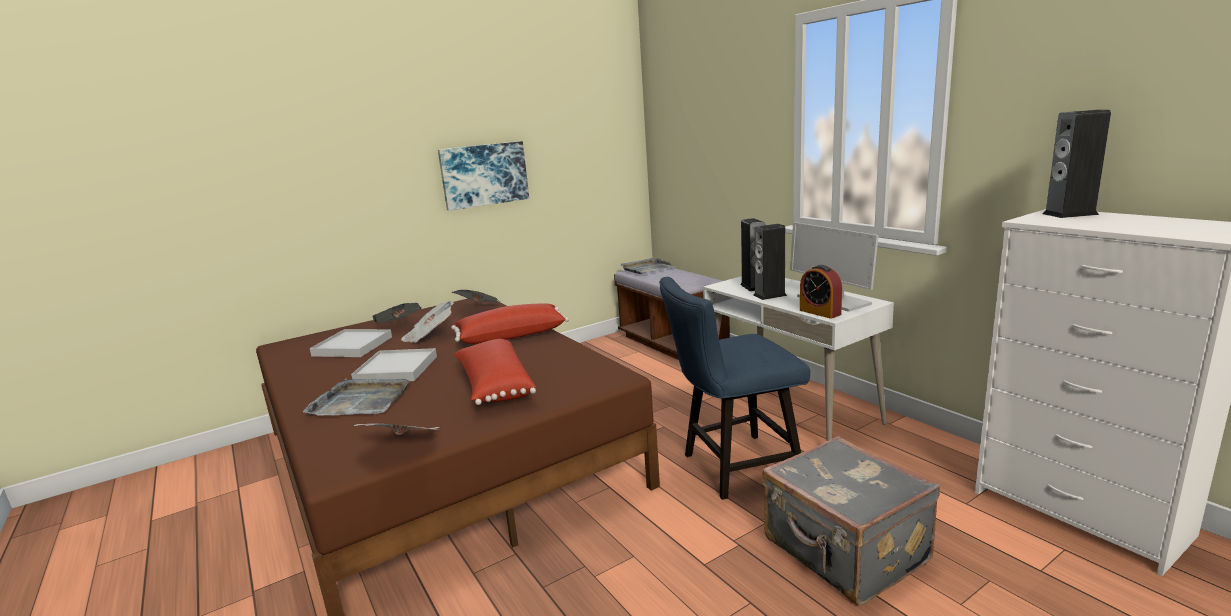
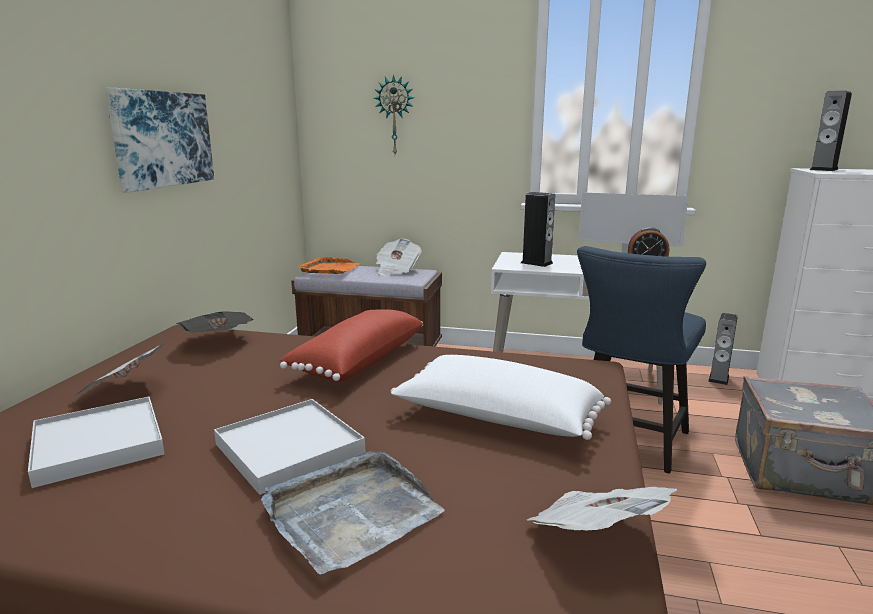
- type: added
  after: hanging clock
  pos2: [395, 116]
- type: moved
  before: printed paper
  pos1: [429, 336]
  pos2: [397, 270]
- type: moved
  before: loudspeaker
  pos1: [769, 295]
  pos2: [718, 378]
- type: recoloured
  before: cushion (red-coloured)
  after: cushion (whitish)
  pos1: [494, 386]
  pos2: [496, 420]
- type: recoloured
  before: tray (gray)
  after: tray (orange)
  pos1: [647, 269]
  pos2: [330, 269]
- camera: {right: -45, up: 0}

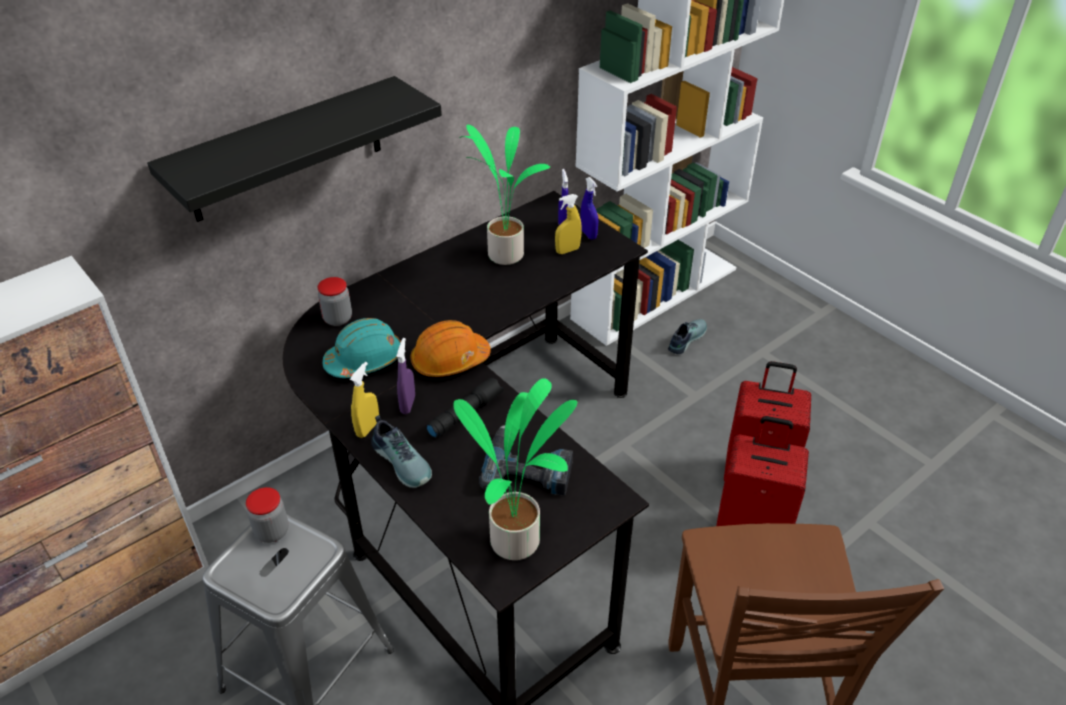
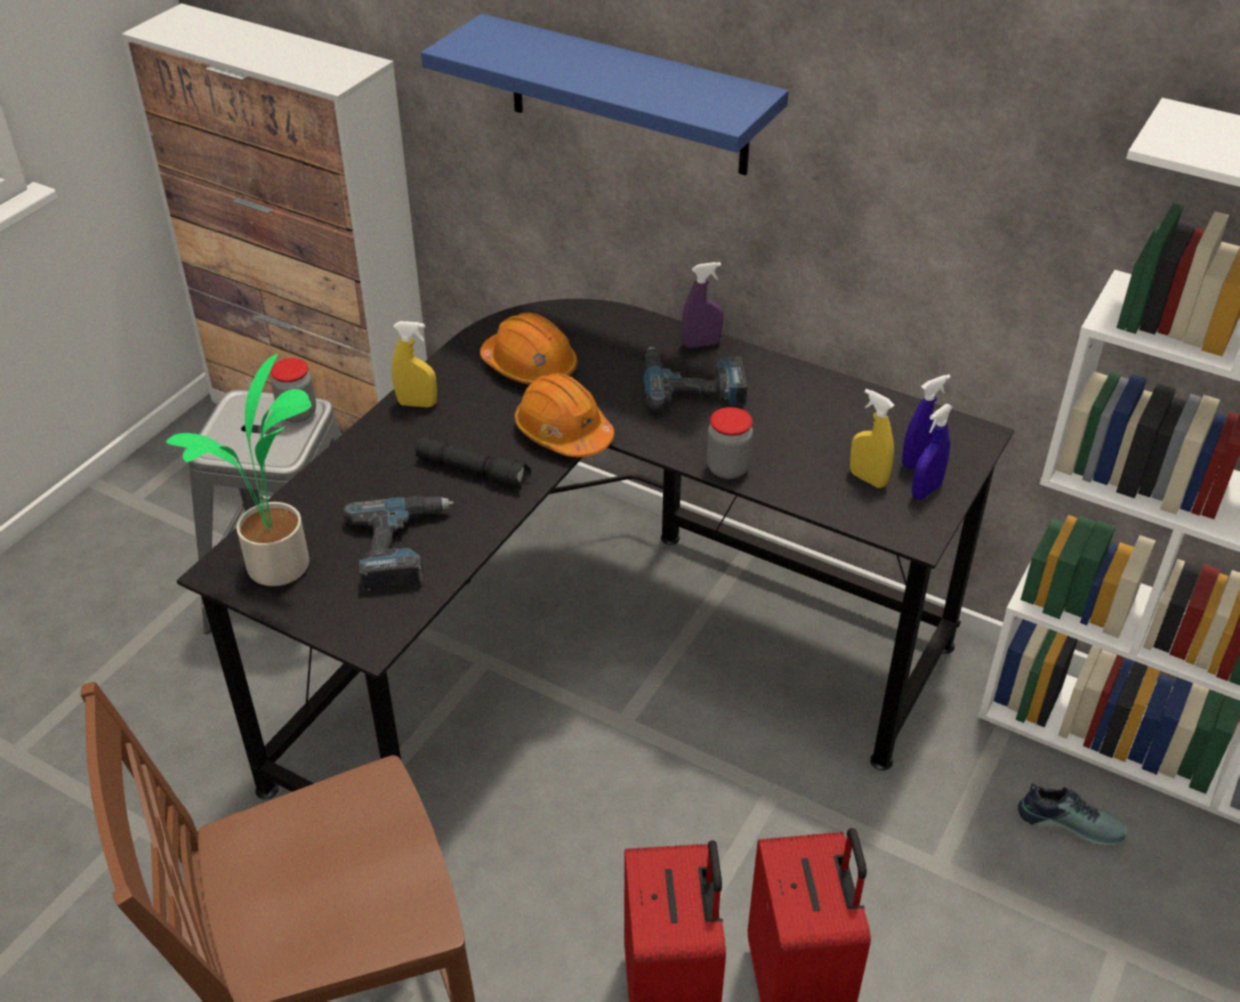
- type: removed
  before: shoe
  pos1: [403, 461]
- type: removed
  before: houseplant
  pos1: [504, 254]
- type: added
  after: electric drill
  pos2: [692, 385]
- type: moved
  before: storage jar
  pos1: [337, 319]
  pos2: [728, 468]
- type: moved
  before: spray bottle (purple-coloured)
  pos1: [408, 404]
  pos2: [701, 344]
- type: recoloured
  before: shelf (black-coloured)
  after: shelf (blue-coloured)
  pos1: [286, 150]
  pos2: [627, 96]
- type: recoloured
  before: safety helmet (blue-green)
  after: safety helmet (orange)
  pos1: [365, 360]
  pos2: [530, 367]
- camera: {right: 70, up: 0}

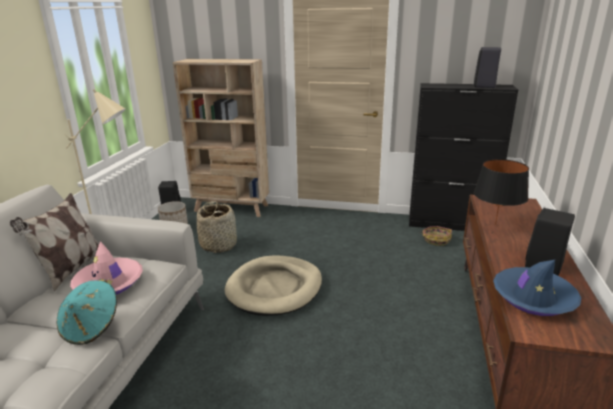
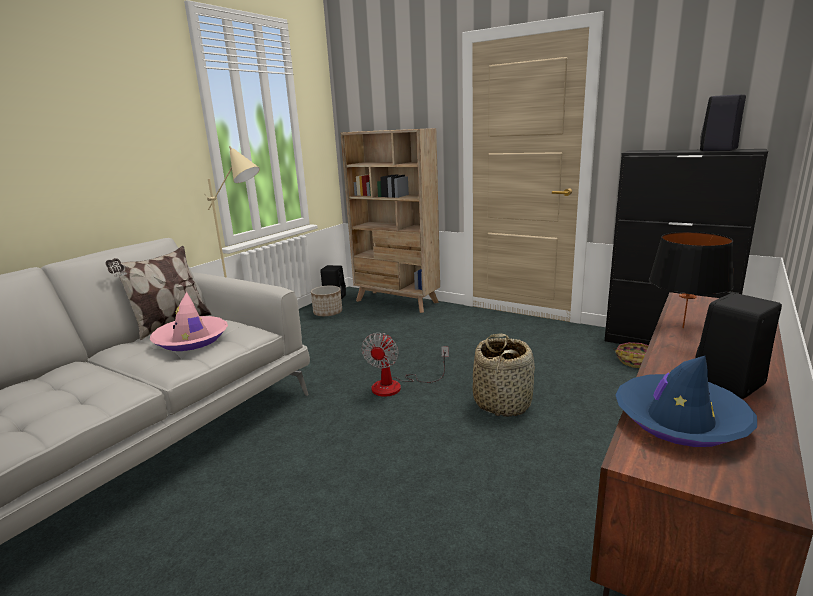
- type: removed
  before: hat (blue-green)
  pos1: [91, 327]
- type: moved
  before: household basket
  pos1: [218, 245]
  pos2: [502, 402]
- type: replaced
  before: pet bed (beige-coloured)
  after: electric fan
  pos1: [275, 288]
  pos2: [397, 386]
- camera: {right: 20, up: -5}

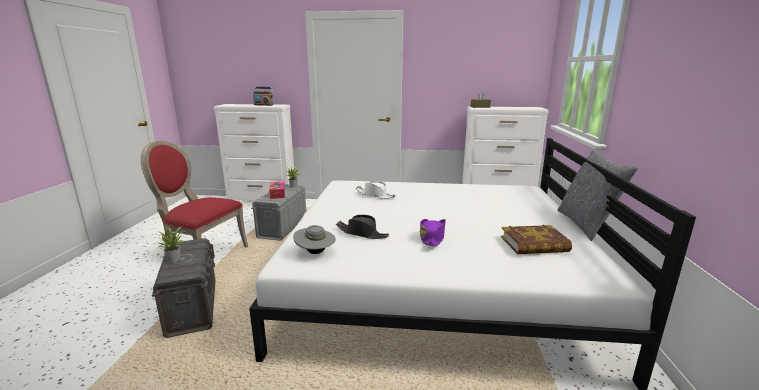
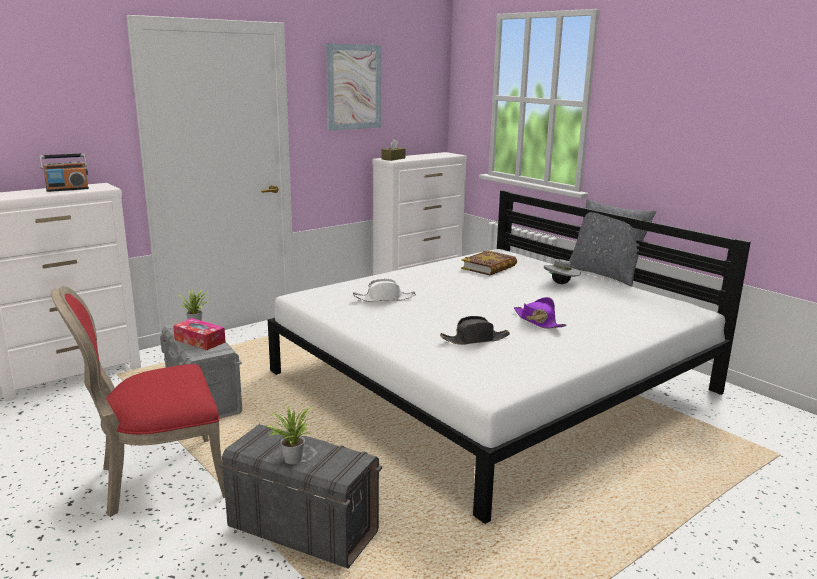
- type: added
  after: picture
  pos2: [354, 87]
- type: moved
  before: hat (gray)
  pos1: [315, 252]
  pos2: [561, 283]
- type: moved
  before: volume
  pos1: [534, 244]
  pos2: [489, 267]
- camera: {right: -45, up: 0}

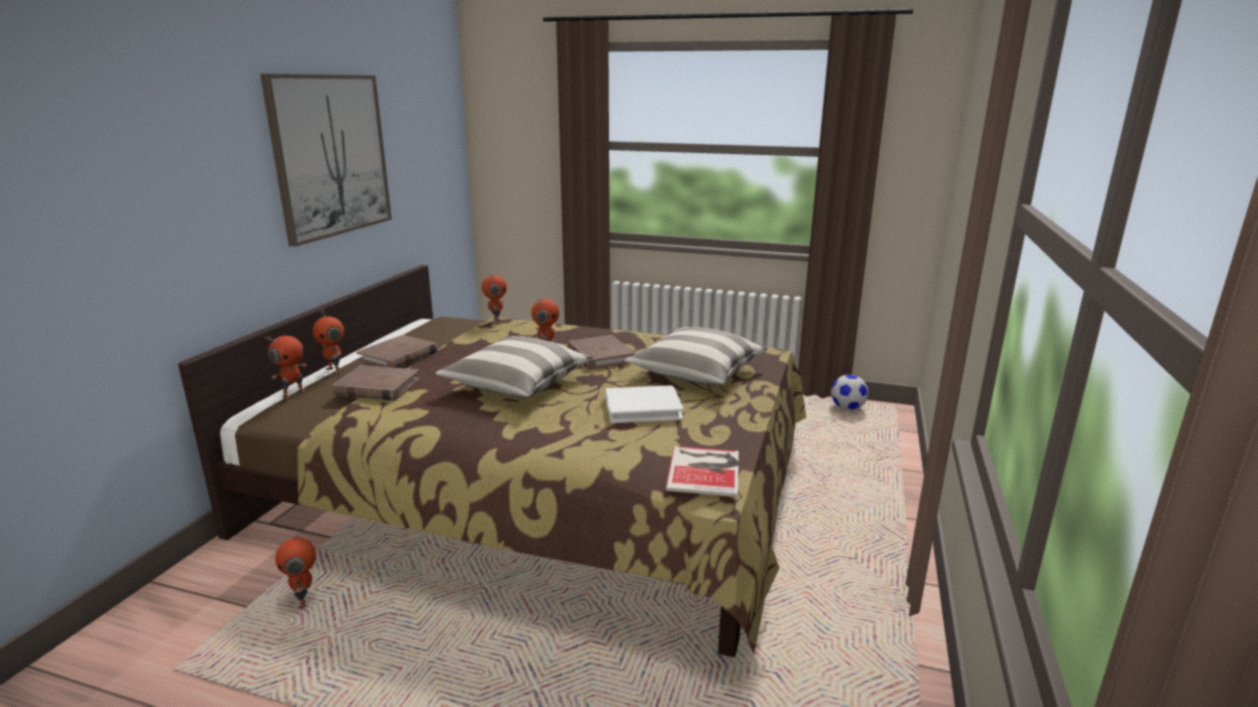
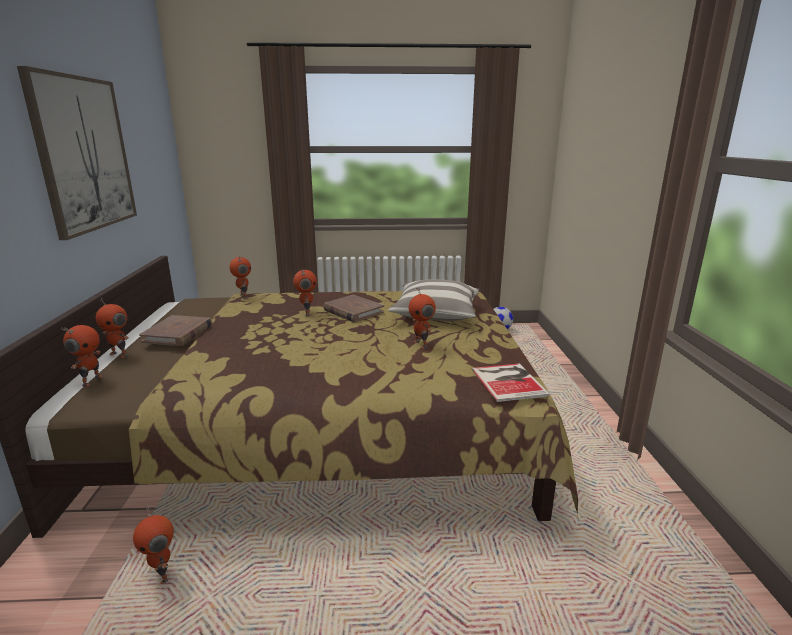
- type: removed
  before: volume (brown-coloured)
  pos1: [377, 387]
- type: removed
  before: cushion
  pos1: [517, 384]
- type: replaced
  before: volume (whitish)
  after: toy robot
  pos1: [642, 408]
  pos2: [421, 344]
- camera: {right: -20, up: 0}

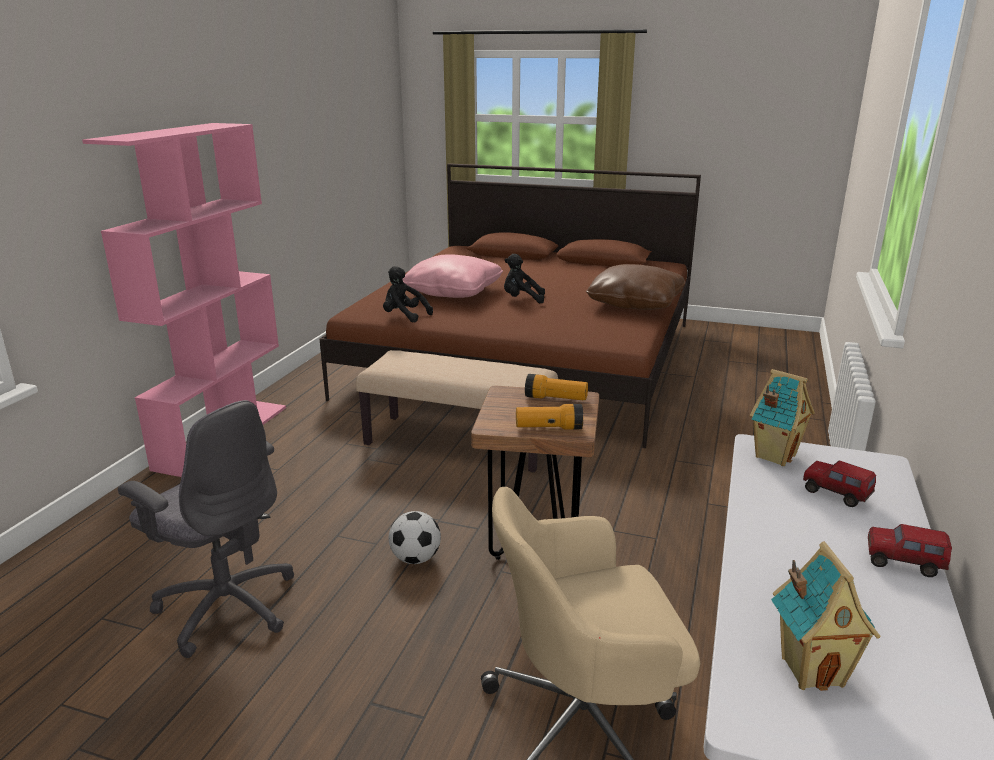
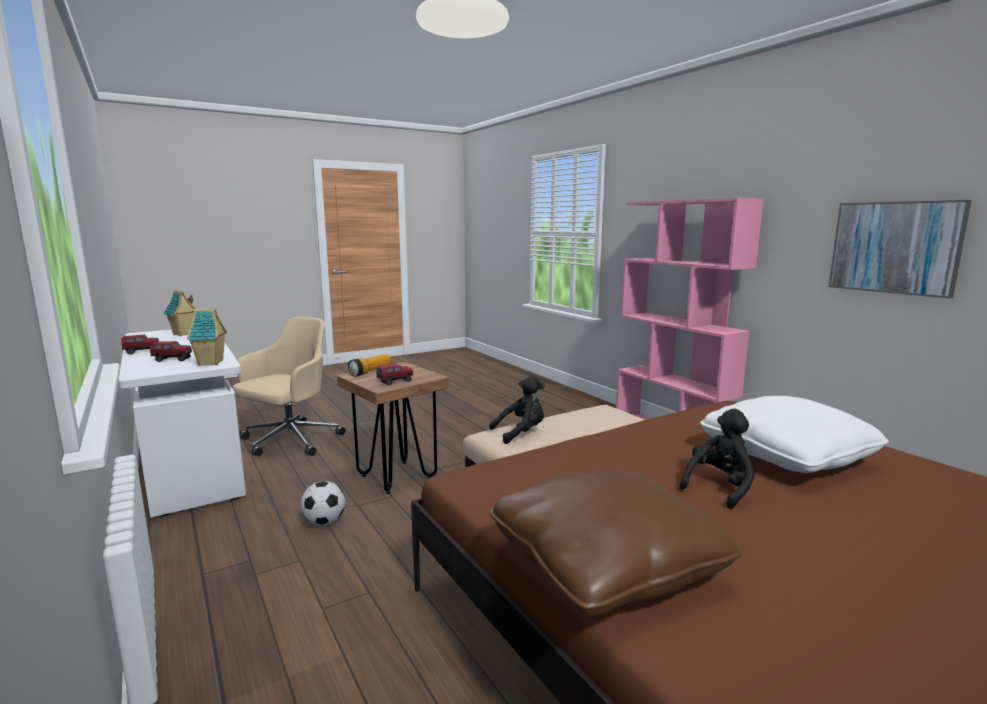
- type: removed
  before: desk chair (gray)
  pos1: [226, 606]
- type: added
  after: picture
  pos2: [894, 247]
- type: moved
  before: soft toy (black-coloured)
  pos1: [404, 316]
  pos2: [521, 433]
- type: moved
  before: football
  pos1: [415, 558]
  pos2: [324, 522]
- type: replaced
  before: flashlight
  after: toy lorry
  pos1: [556, 399]
  pos2: [395, 382]
- type: recoloured
  before: cushion (pink)
  after: cushion (whitish)
  pos1: [453, 292]
  pos2: [786, 456]
- camera: {right: 130, up: -10}

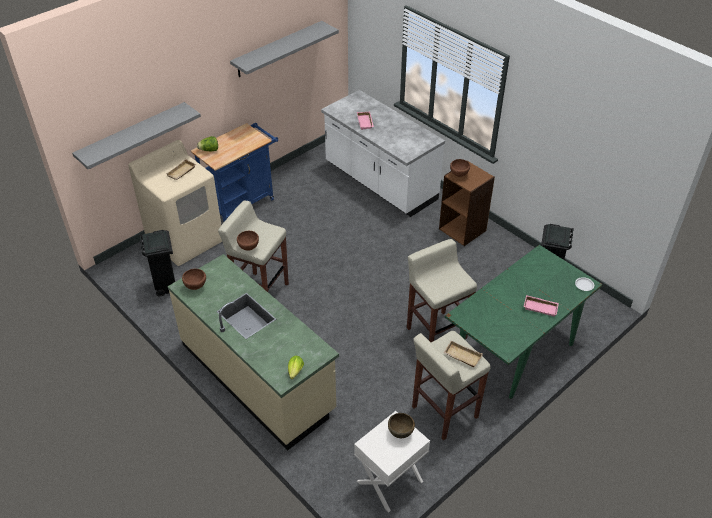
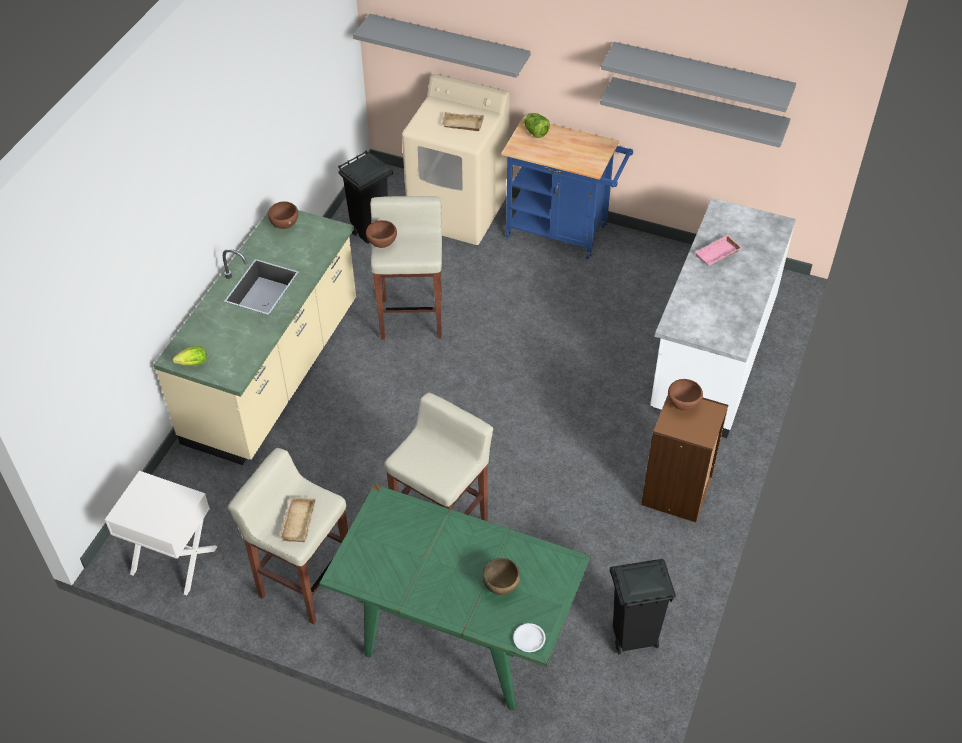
- type: removed
  before: tray (pink)
  pos1: [541, 307]
- type: added
  after: shelf (gray)
  pos2: [698, 110]
- type: moved
  before: bowl (brown-coloured)
  pos1: [401, 433]
  pos2: [501, 587]
- camera: {right: 65, up: 5}

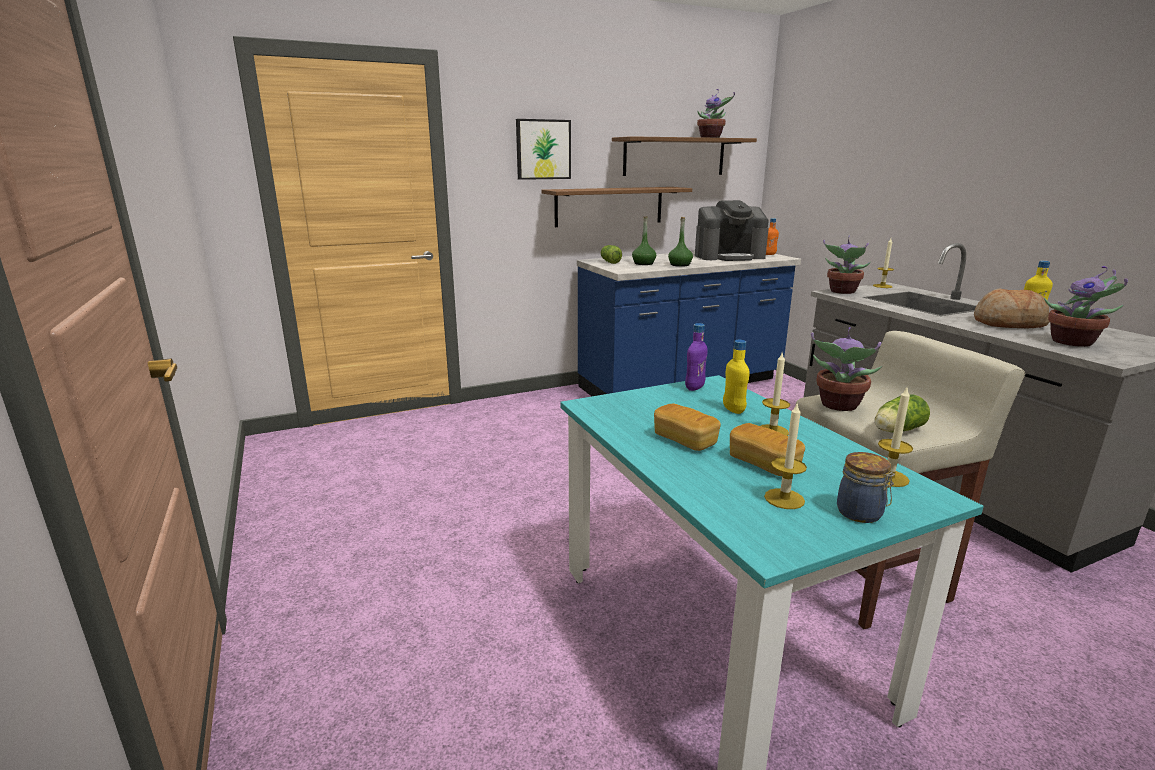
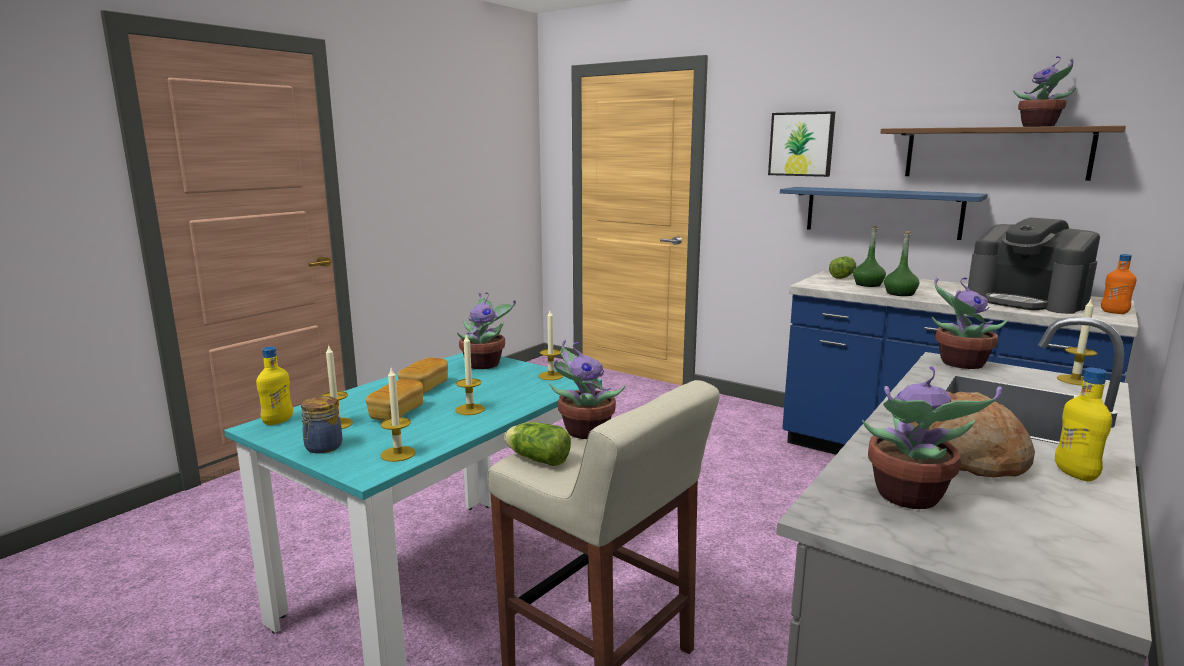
- type: added
  after: houseplant
  pos2: [485, 364]
- type: moved
  before: beverage bottle (yellowish)
  pos1: [733, 410]
  pos2: [278, 421]
- type: replaced
  before: beverage bottle (purple-coloured)
  after: candle
  pos1: [694, 388]
  pos2: [551, 376]
- type: recoloured
  before: shelf (brown-coloured)
  after: shelf (blue-coloured)
  pos1: [609, 206]
  pos2: [882, 212]
- camera: {right: 60, up: -5}

